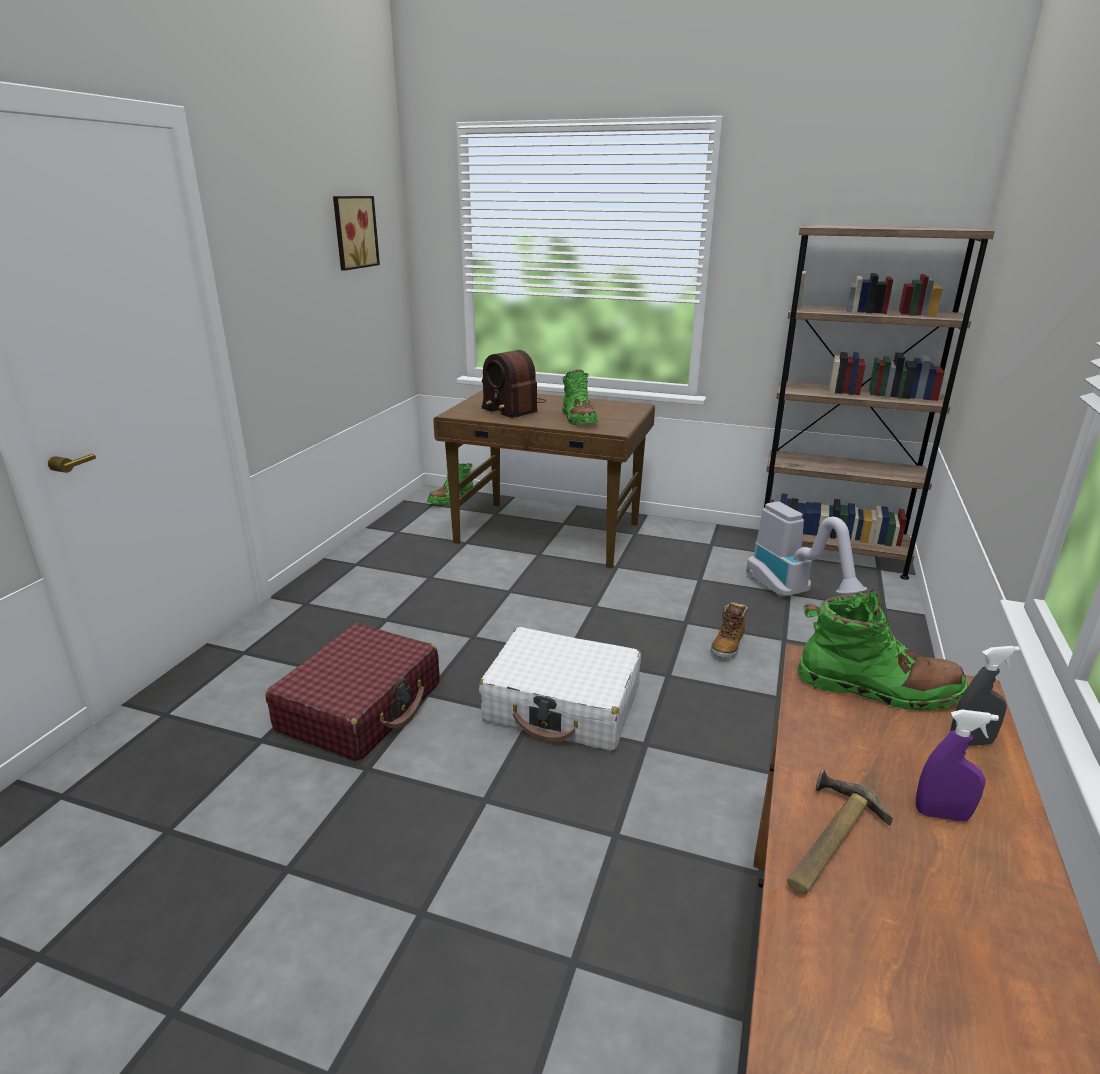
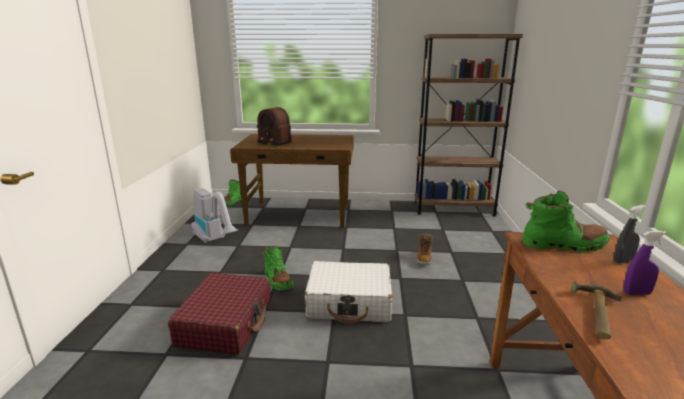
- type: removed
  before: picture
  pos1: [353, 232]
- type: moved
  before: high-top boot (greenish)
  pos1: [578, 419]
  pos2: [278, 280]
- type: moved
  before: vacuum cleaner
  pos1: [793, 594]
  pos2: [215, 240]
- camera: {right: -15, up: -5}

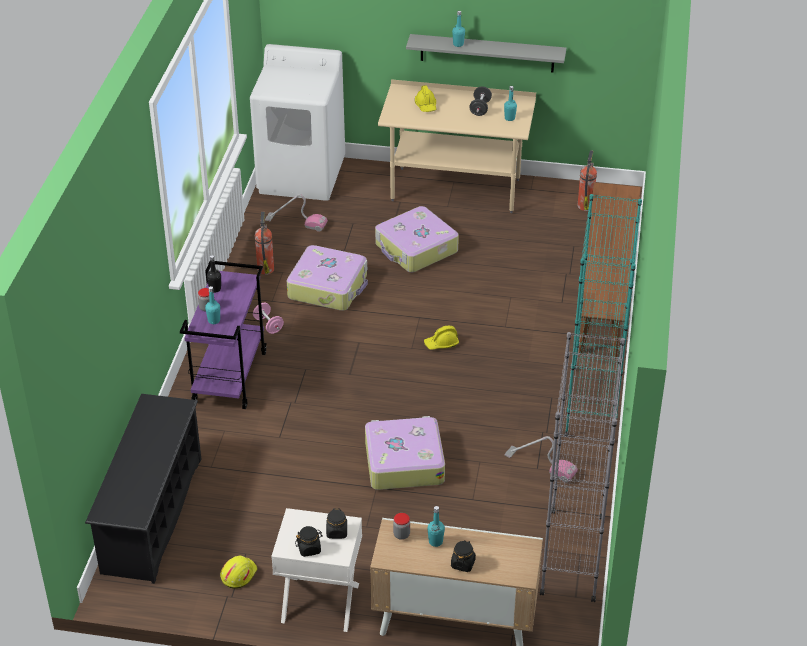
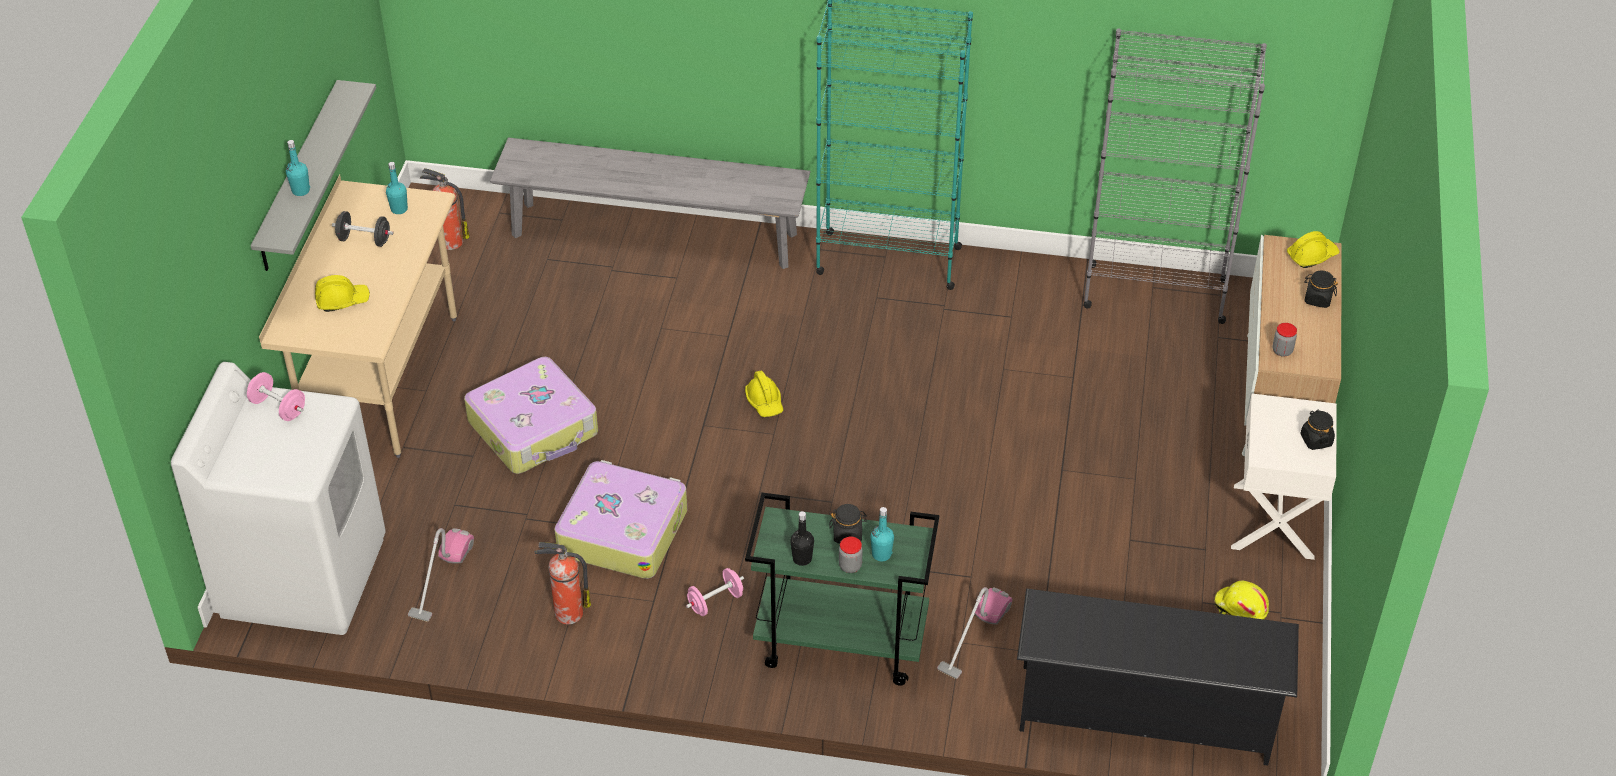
- type: removed
  before: suitcase
  pos1: [403, 462]
- type: removed
  before: beverage bottle (blue-green)
  pos1: [435, 541]
- type: added
  after: hand weight (pink)
  pos2: [278, 408]
- type: added
  after: safety helmet (yellowish)
  pos2: [1311, 256]
- type: moved
  before: storage jar (black-coloured)
  pos1: [337, 532]
  pos2: [847, 534]
- type: moved
  before: vacuum cleaner
  pos1: [540, 465]
  pos2: [974, 636]
- type: recoloured
  before: cart (purple-coloured)
  after: cart (greenish)
  pos1: [229, 376]
  pos2: [839, 644]
- type: recoloured
  before: indoor bench (brown-coloured)
  after: indoor bench (gray)
  pos1: [605, 291]
  pos2: [654, 235]
- camera: {right: -90, up: 5}

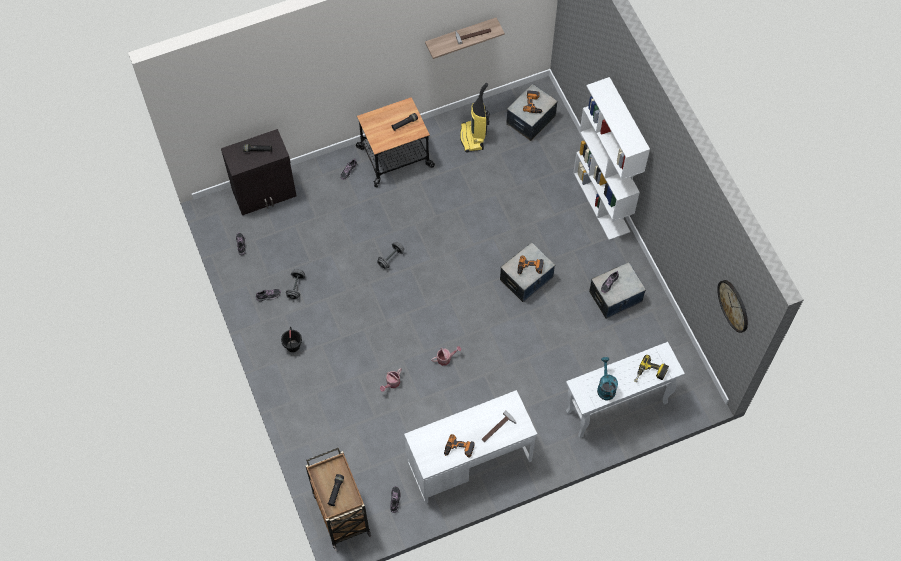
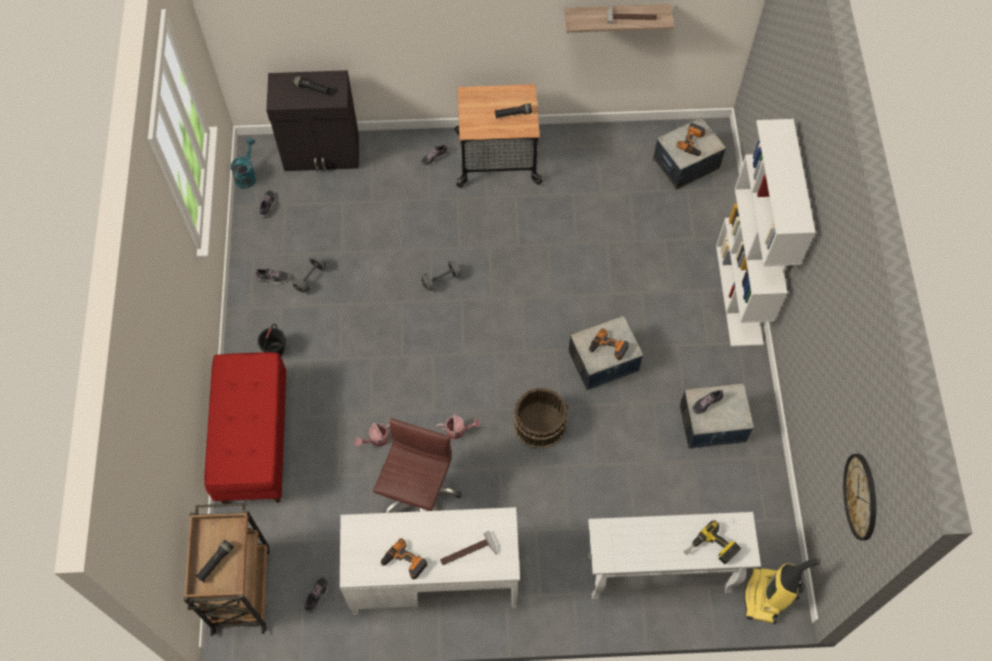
- type: added
  after: indoor bench (red-coloured)
  pos2: [254, 441]
- type: added
  after: desk chair (brown-coloured)
  pos2: [417, 495]
- type: added
  after: bucket (brown-coloured)
  pos2: [539, 423]
- type: moved
  before: vacuum cleaner
  pos1: [473, 137]
  pos2: [765, 597]
- type: moved
  before: watering pot (blue-green)
  pos1: [605, 387]
  pos2: [246, 175]
- camera: {right: 20, up: 0}

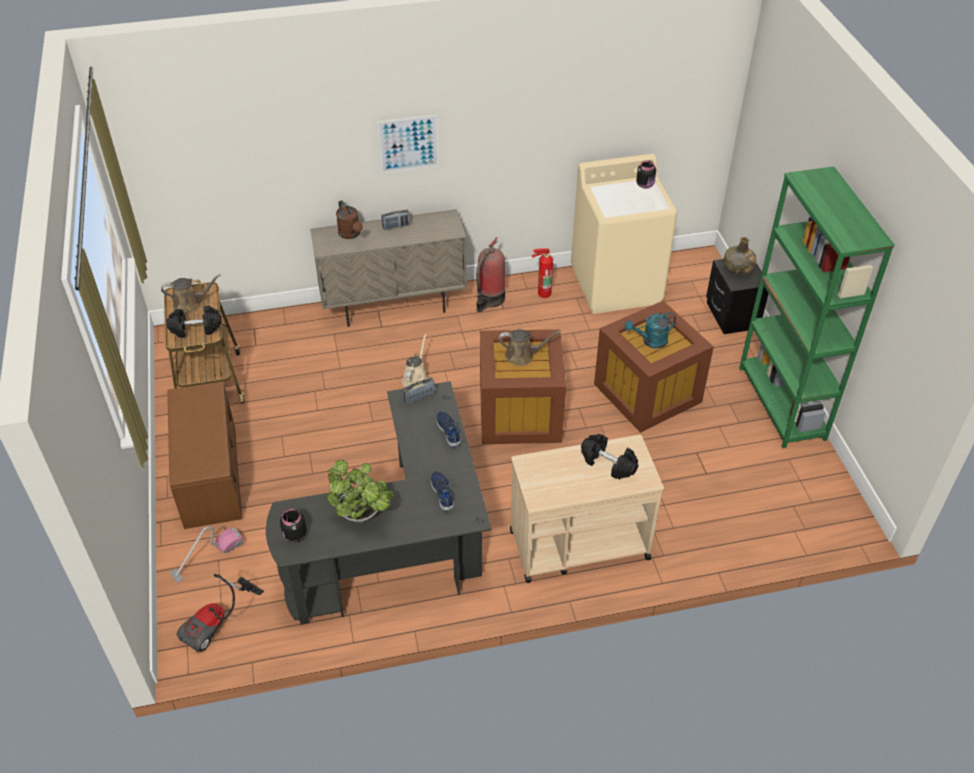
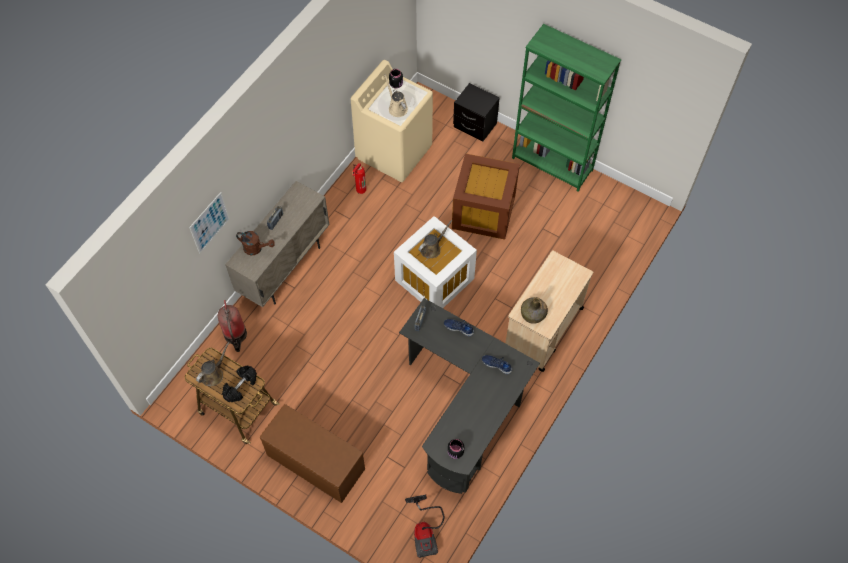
- type: removed
  before: vacuum cleaner
  pos1: [207, 557]
- type: removed
  before: houseplant
  pos1: [362, 515]
- type: removed
  before: hand weight (black-coloured)
  pos1: [608, 464]
- type: removed
  before: watering pot (blue-green)
  pos1: [650, 341]
- type: moved
  before: picture
  pos1: [408, 144]
  pos2: [209, 222]
- type: moved
  before: watering pot (beige-coloured)
  pos1: [416, 379]
  pos2: [397, 107]
- type: moved
  before: extinguisher
  pos1: [489, 299]
  pos2: [235, 336]
- type: moved
  before: beverage bottle (greenish)
  pos1: [737, 268]
  pos2: [533, 314]
- type: recoloured
  before: storage container (brown-coloured)
  after: storage container (whitish)
  pos1: [518, 413]
  pos2: [433, 279]
- camera: {right: -45, up: 15}

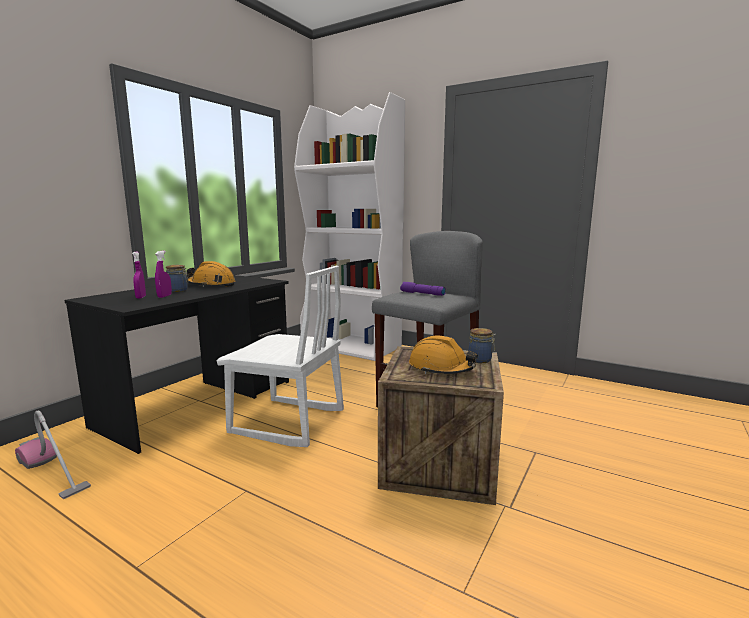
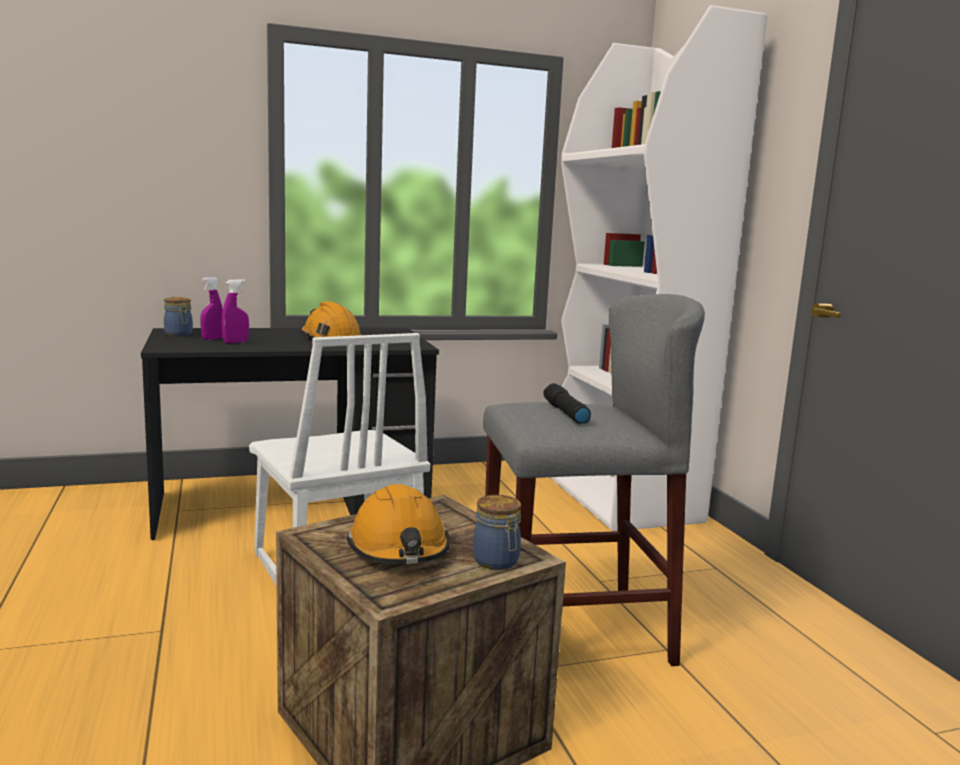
- type: removed
  before: vacuum cleaner
  pos1: [52, 473]
- type: moved
  before: storage jar
  pos1: [178, 290]
  pos2: [179, 334]
- type: recoloured
  before: flashlight (purple-coloured)
  after: flashlight (black-coloured)
  pos1: [421, 294]
  pos2: [565, 413]
- camera: {right: 40, up: 0}

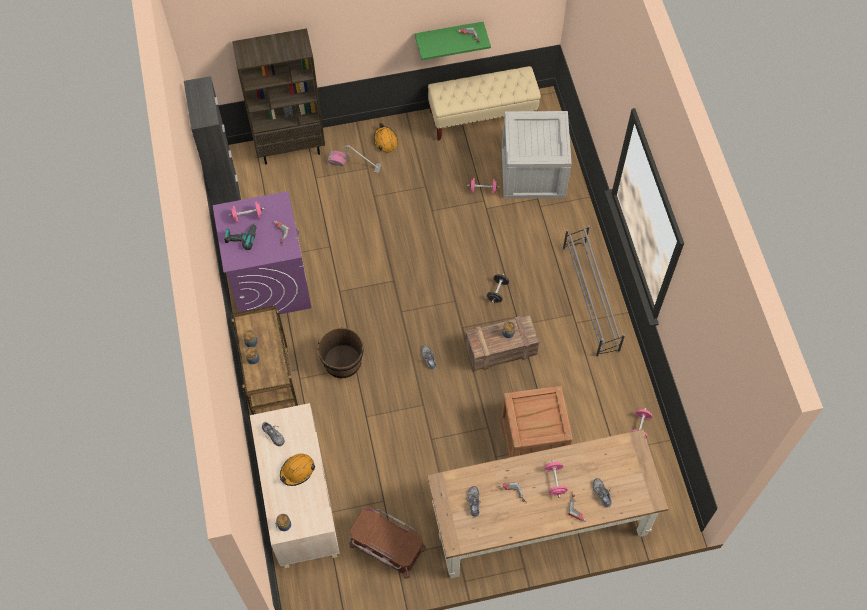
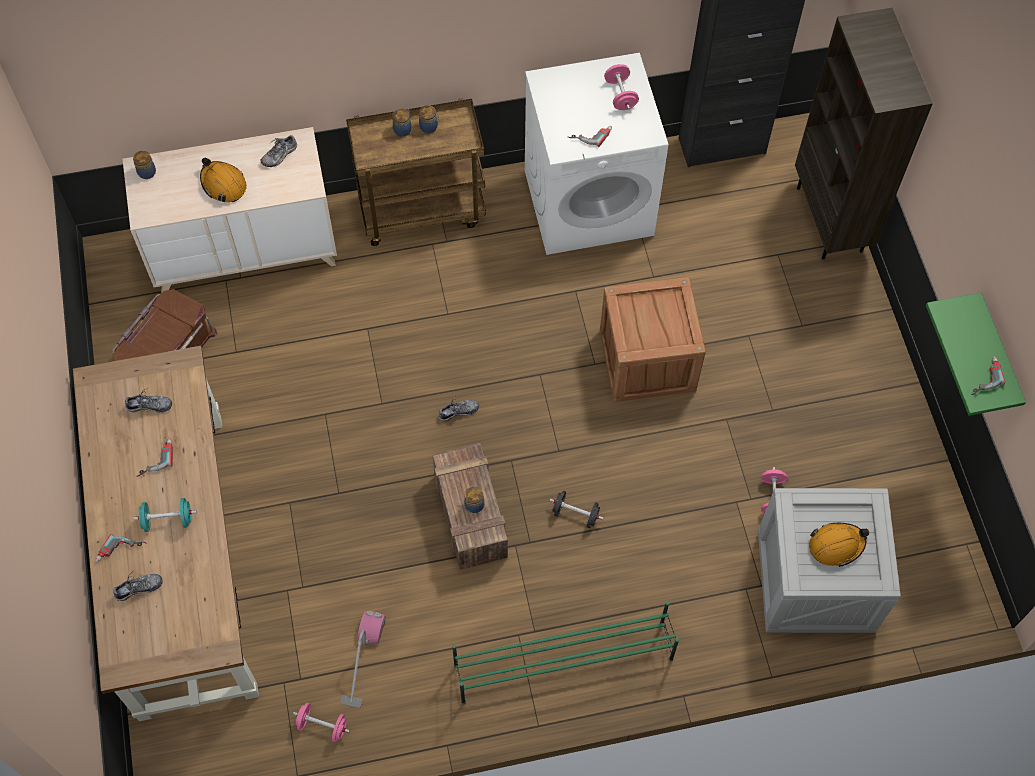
- type: removed
  before: electric drill
  pos1: [241, 237]
- type: removed
  before: bucket (brown-coloured)
  pos1: [342, 362]
- type: removed
  before: indoor bench (beige-coloured)
  pos1: [482, 117]
- type: moved
  before: vacuum cleaner
  pos1: [354, 164]
  pos2: [363, 660]
- type: moved
  before: safety helmet (orange)
  pos1: [385, 141]
  pos2: [836, 545]
- type: moved
  before: packing crate
  pos1: [533, 437]
  pos2: [647, 360]
- type: recoloured
  before: washing machine (purple-coloured)
  after: washing machine (whitish)
  pos1: [270, 282]
  pos2: [589, 202]
- type: recoloured
  before: hand weight (pink)
  after: hand weight (blue-green)
  pos1: [555, 481]
  pos2: [167, 520]
- type: recoloured
  before: shoe stand (gray)
  after: shoe stand (greenish)
  pos1: [590, 299]
  pos2: [562, 662]
- camera: {right: 90, up: 0}

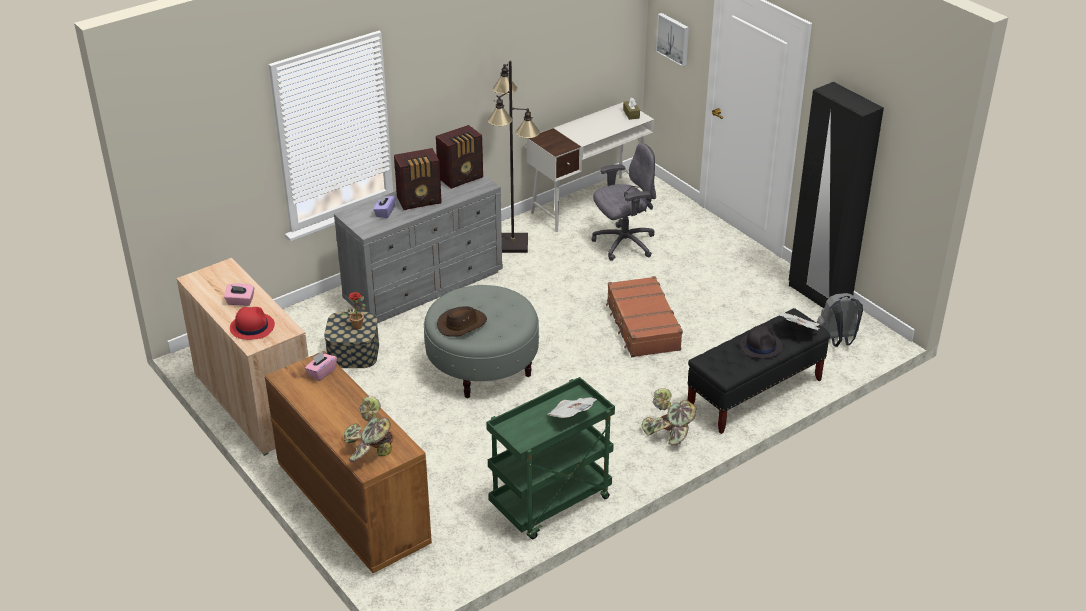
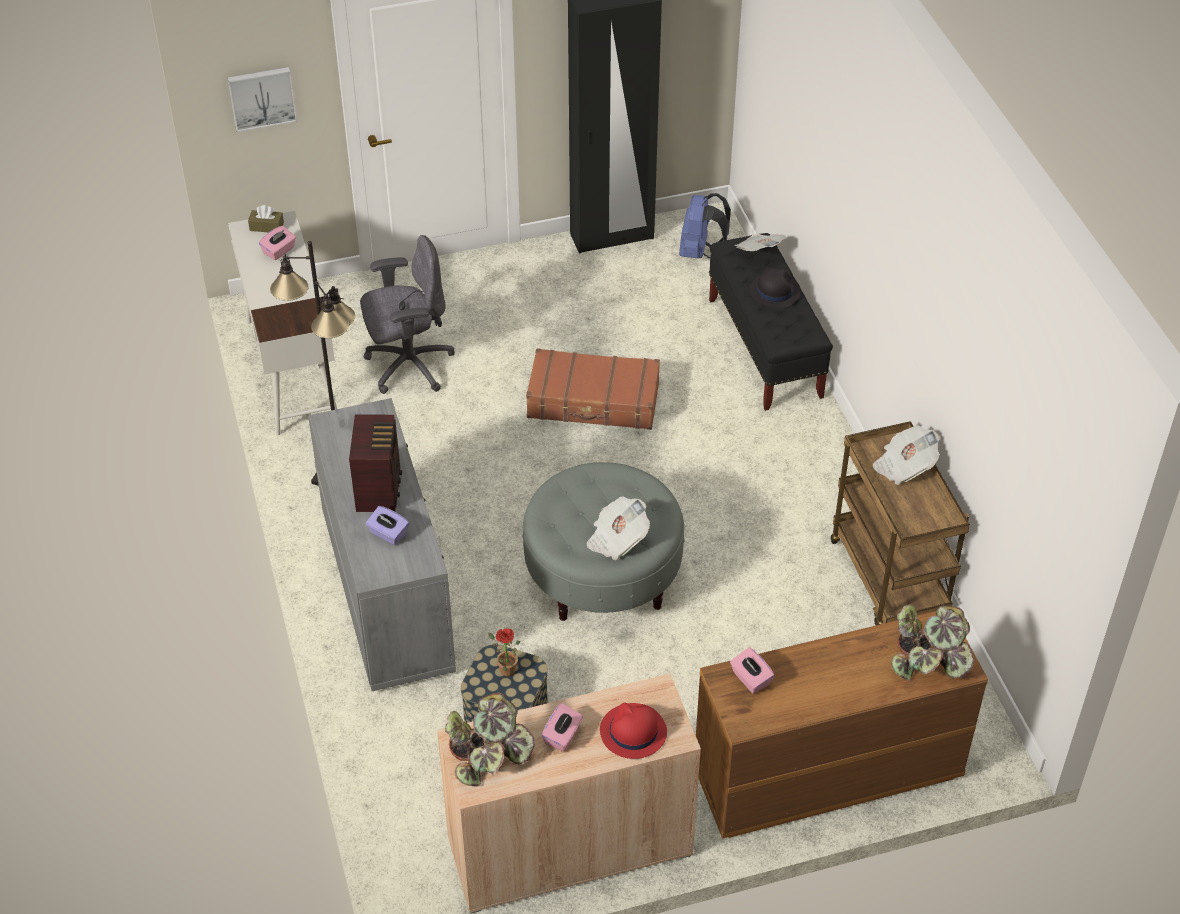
- type: removed
  before: radio set
  pos1: [461, 178]
- type: added
  after: box of tissues (pink)
  pos2: [279, 251]
- type: moved
  before: houseplant
  pos1: [669, 434]
  pos2: [488, 756]
- type: replaced
  before: hat (brown-coloured)
  after: printed paper
  pos1: [462, 324]
  pos2: [617, 539]
- type: recoloured
  before: cart (greenish)
  after: cart (brown-coloured)
  pos1: [550, 504]
  pos2: [890, 579]
- type: recoloured
  before: backpack (gray)
  after: backpack (blue-coloured)
  pos1: [837, 340]
  pos2: [700, 252]
- type: turned
  before: desk chair (gray)
  pos1: [623, 244]
  pos2: [408, 366]
  turn: 75
- camera: {right: -70, up: 10}

